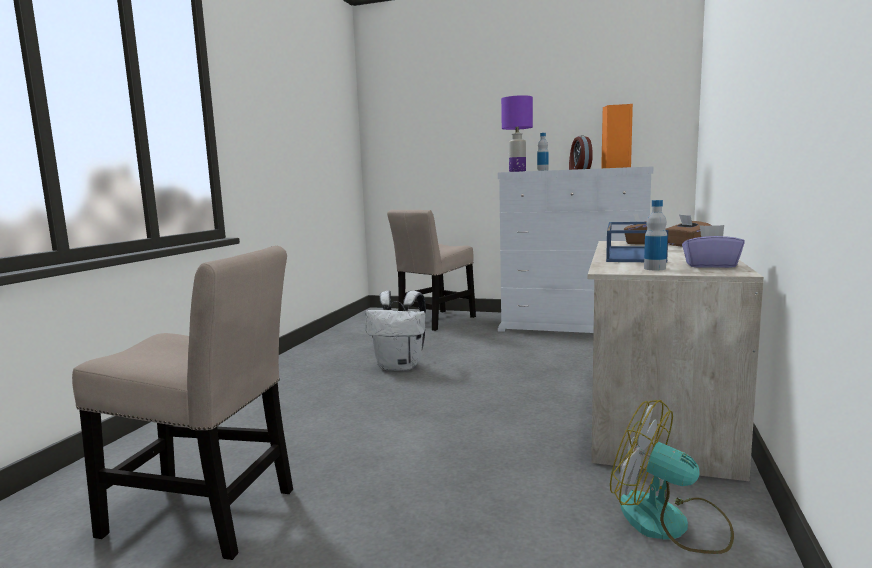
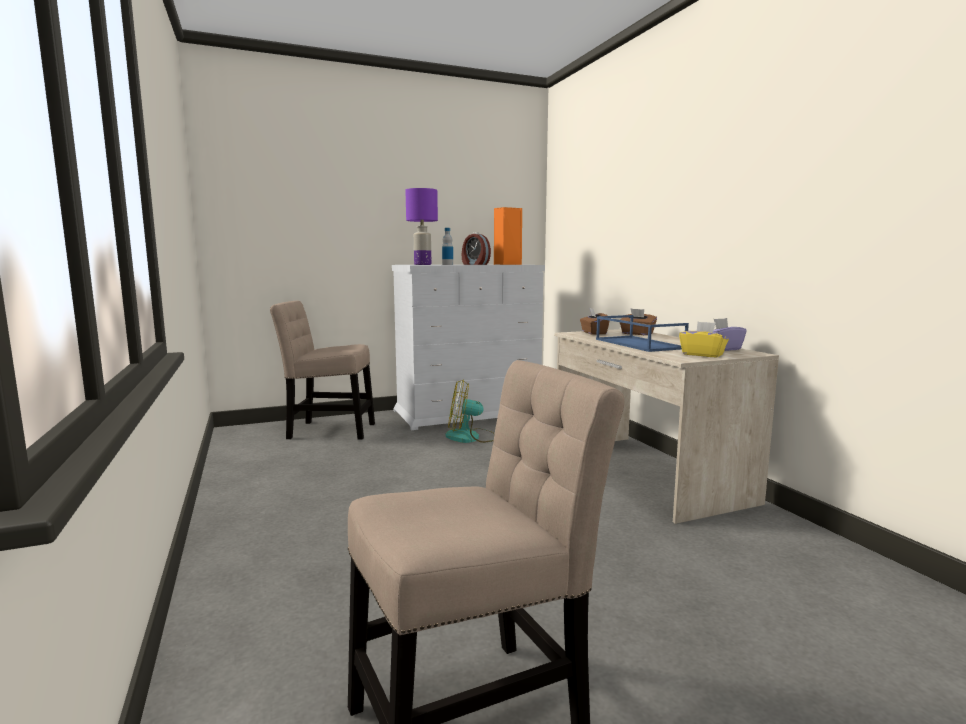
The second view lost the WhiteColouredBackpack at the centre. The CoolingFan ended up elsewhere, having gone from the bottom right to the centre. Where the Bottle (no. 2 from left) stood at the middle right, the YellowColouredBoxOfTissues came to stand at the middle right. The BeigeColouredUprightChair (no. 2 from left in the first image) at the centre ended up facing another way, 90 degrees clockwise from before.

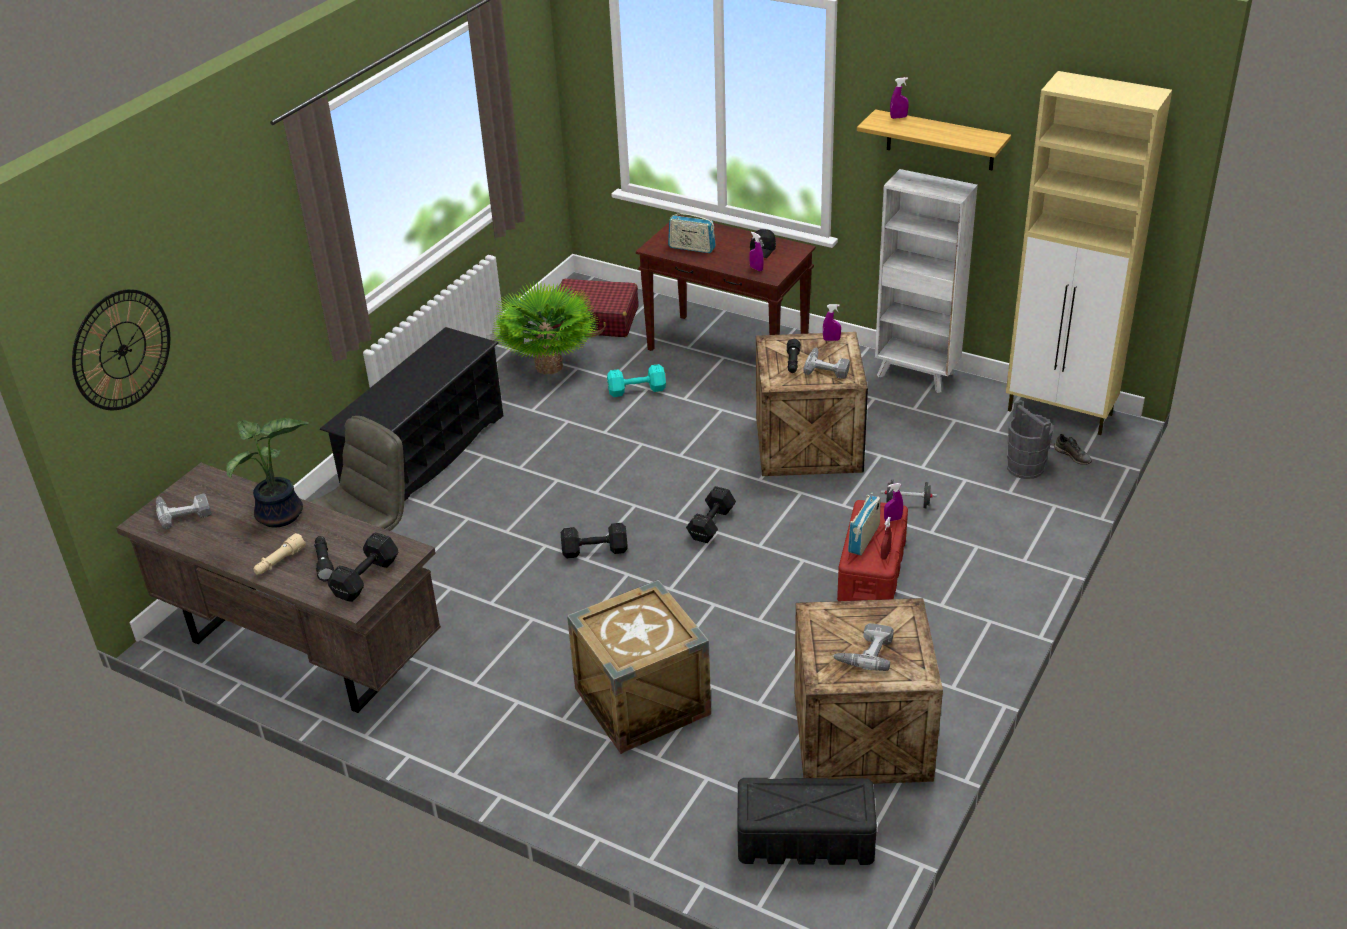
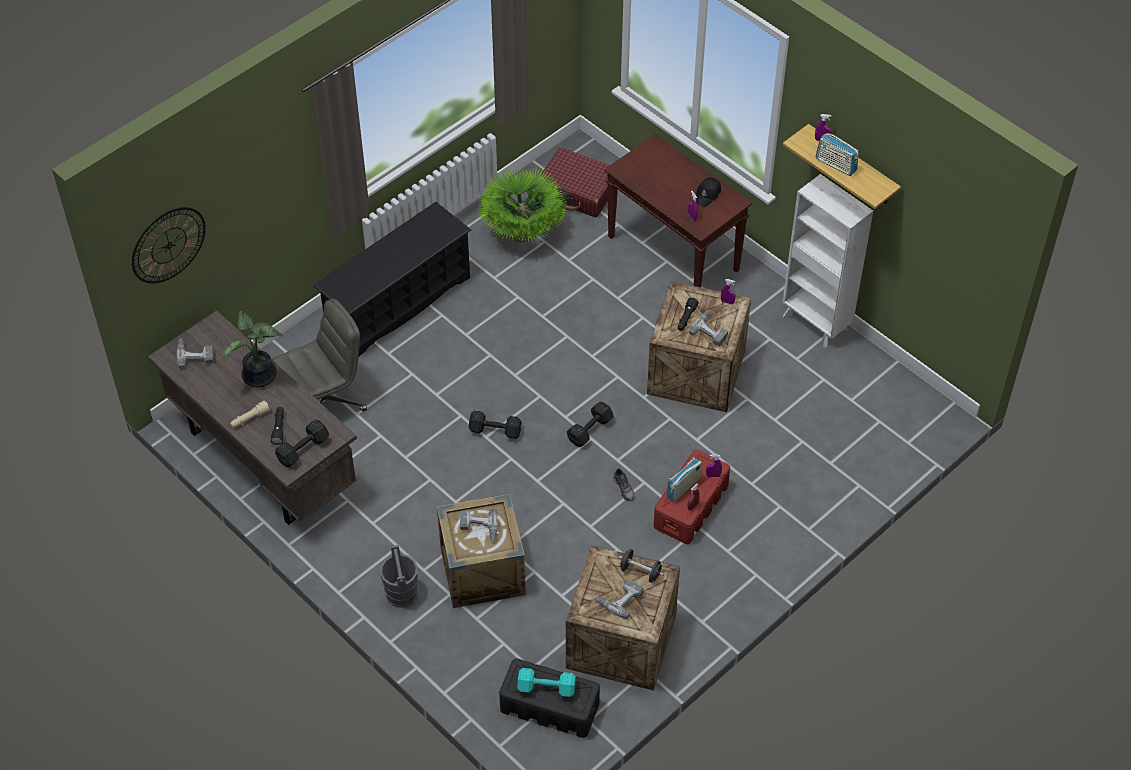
The second view lost the BeigeColouredStorageCabinet at the top right. The second view gained the ElectricDrill (no. 2 from left) at the bottom centre. The TurquoiseHandWeight ended up elsewhere, having gone from the centre to the bottom centre. The Radio (no. 1 from left in the first image) ended up elsewhere, having gone from the top centre to the top right. The BlackHandWeight (no. 4 from left) ended up elsewhere, having gone from the middle right to the bottom centre. The GreyishWaterBucket ended up elsewhere, having gone from the middle right to the bottom centre. The GreyishItemOfFootwear ended up elsewhere, having gone from the middle right to the centre.

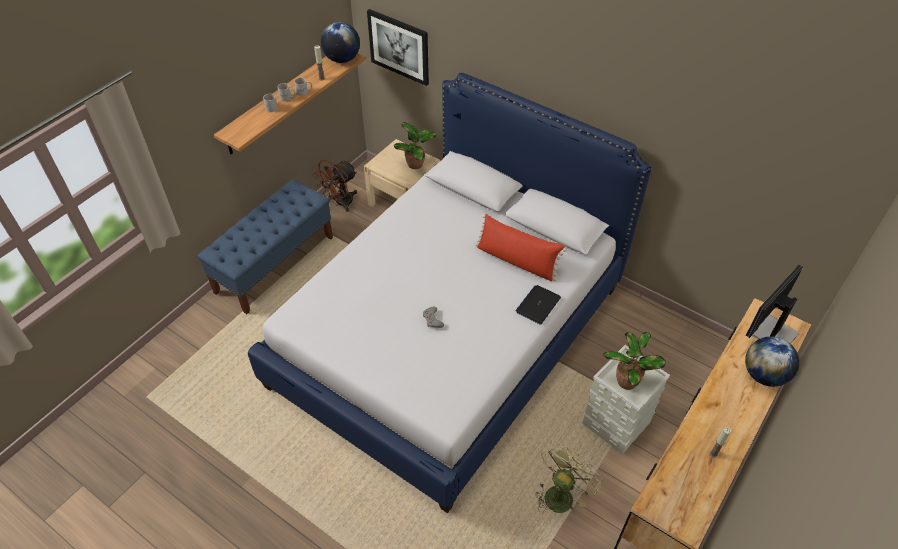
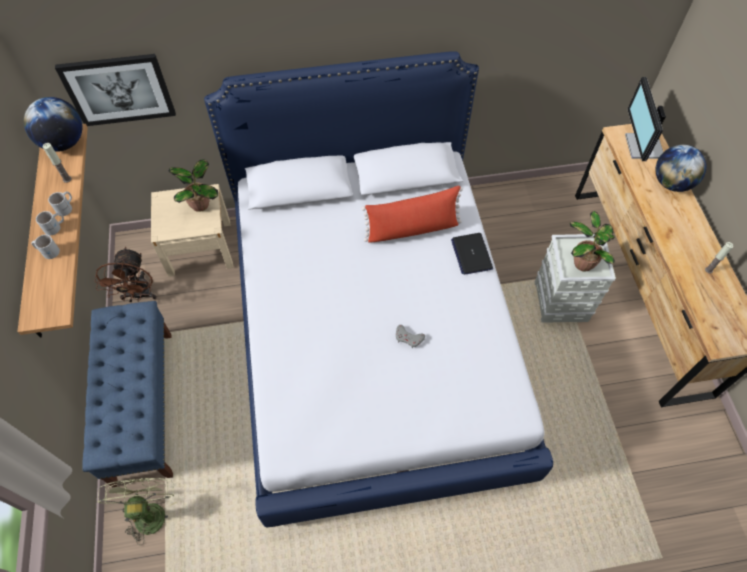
The GreenishCoolingFan ended up elsewhere, having gone from the bottom centre to the bottom left.

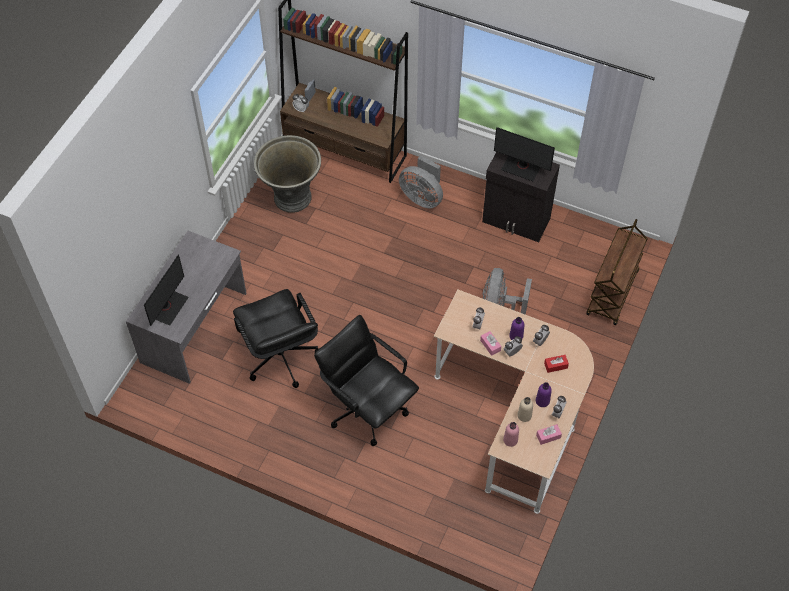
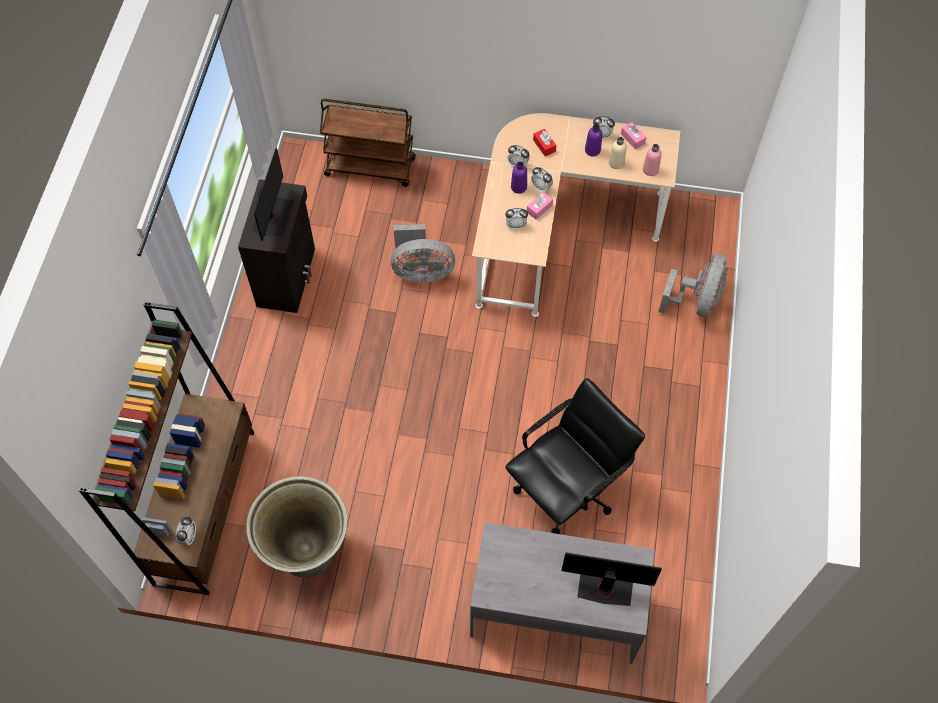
The second view lost the BlackOfficeChair (no. 2 from left) at the centre. The GreyishCoolingFan (no. 1 from left in the first image) ended up elsewhere, having gone from the top centre to the middle right.

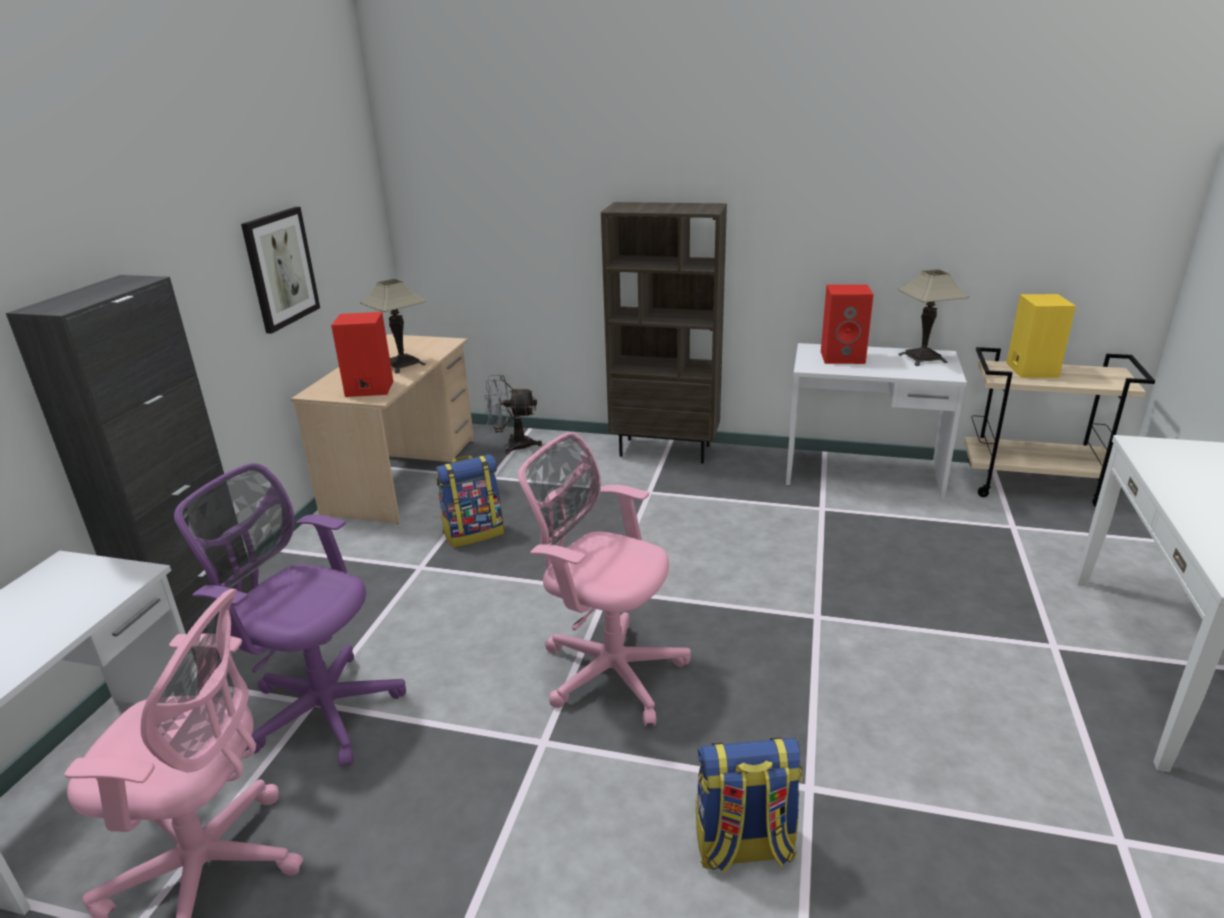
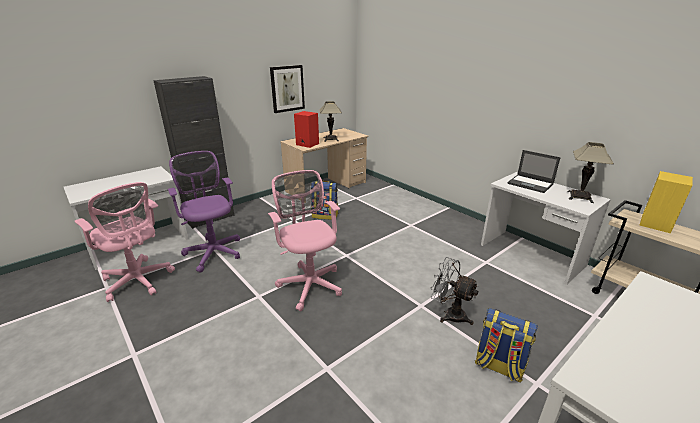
The second view lost the BrownishBookcase at the centre. The GreyishCoolingFan ended up elsewhere, having gone from the centre to the bottom centre. The Backpack (no. 2 from left) ended up elsewhere, having gone from the bottom centre to the bottom right. Where the RedColouredLoudspeaker (no. 2 from left) stood at the middle right, the PortableComputer came to stand at the middle right.

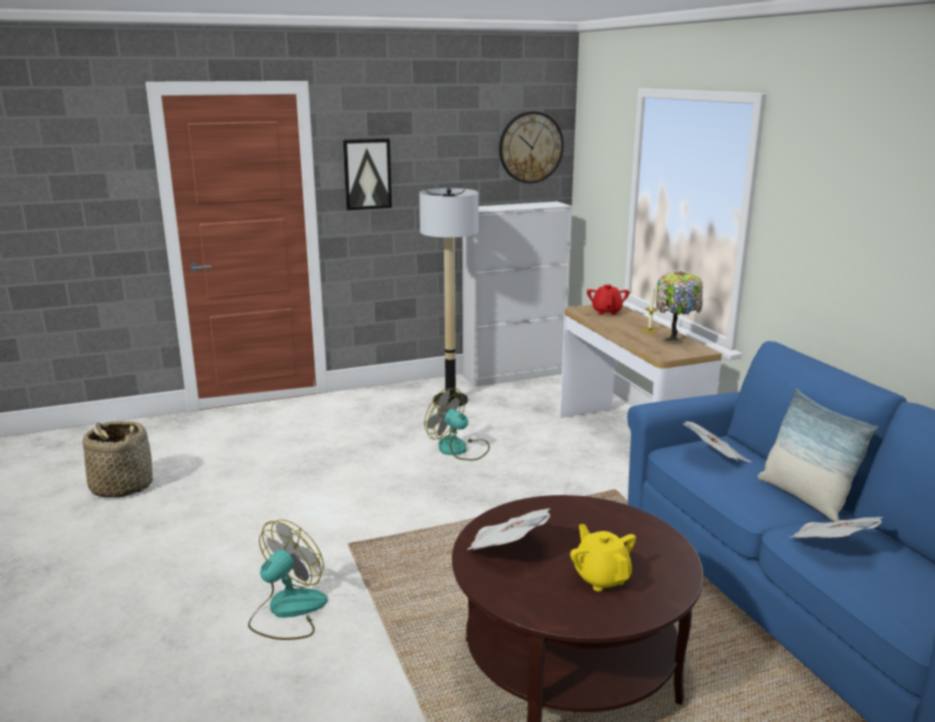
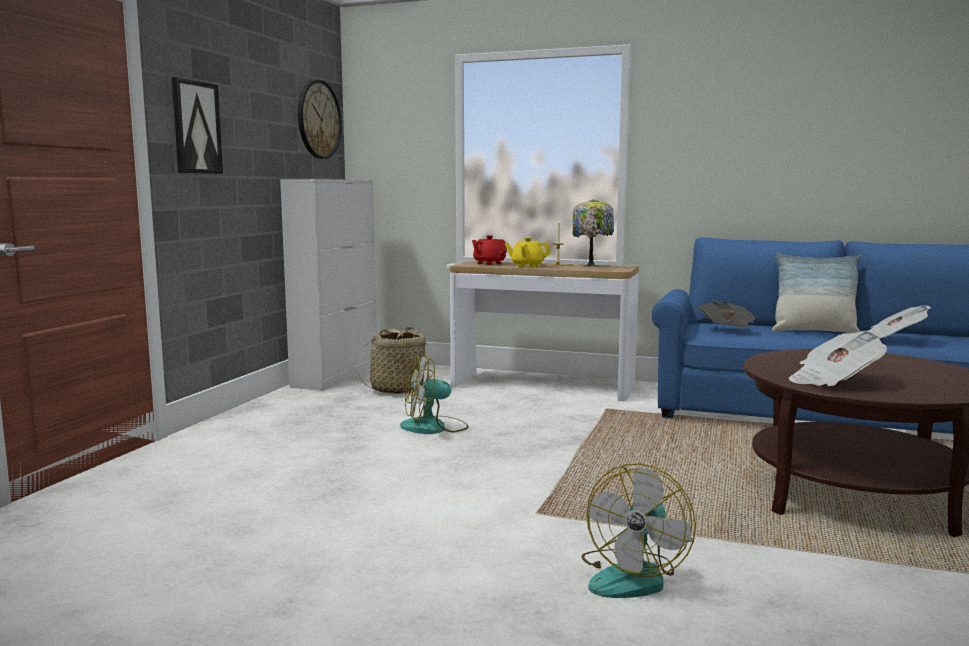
The second view lost the StandingLamp at the centre. The StorageBasket ended up elsewhere, having gone from the middle left to the centre. The YellowColouredTeapot ended up elsewhere, having gone from the bottom centre to the centre. The CoolingFan (no. 1 from left in the first image) at the bottom left ended up facing another way, 135 degrees counterclockwise from before.

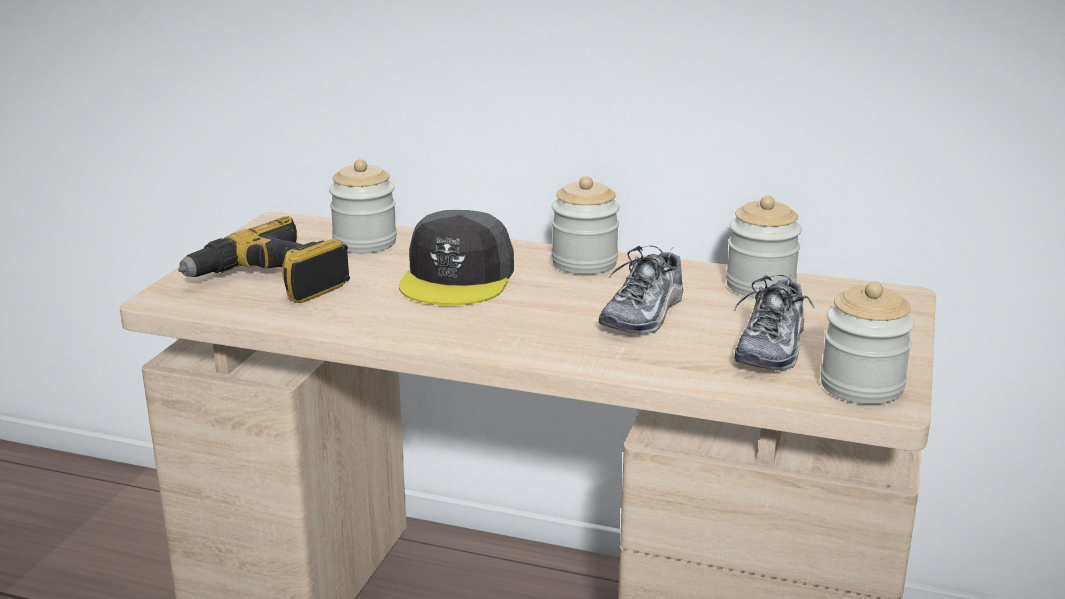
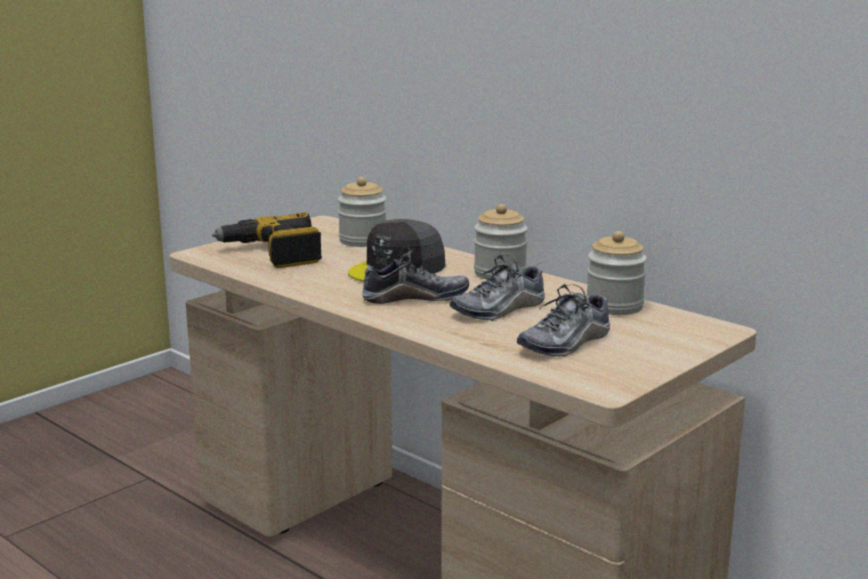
The second view lost the StorageJar (no. 4 from left) at the middle right. The second view gained the ItemOfFootwear (no. 1 from left) at the centre.

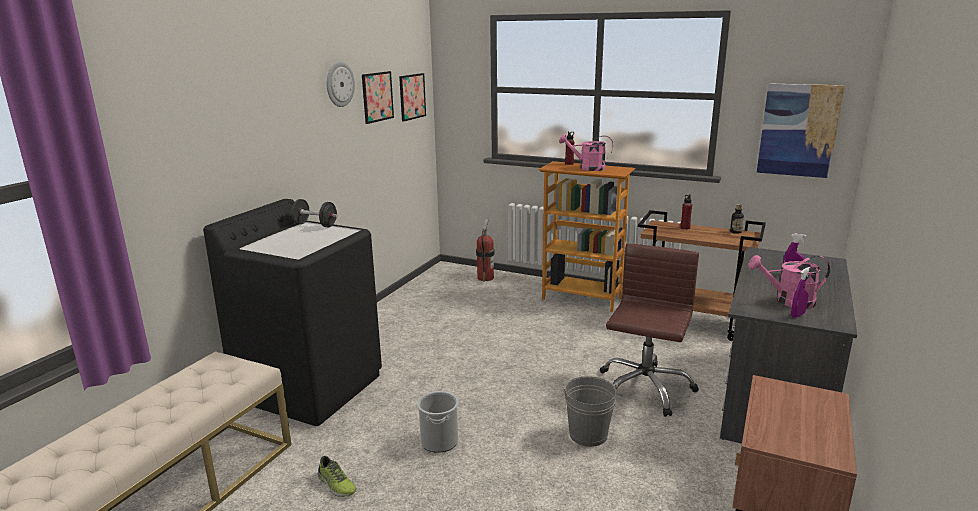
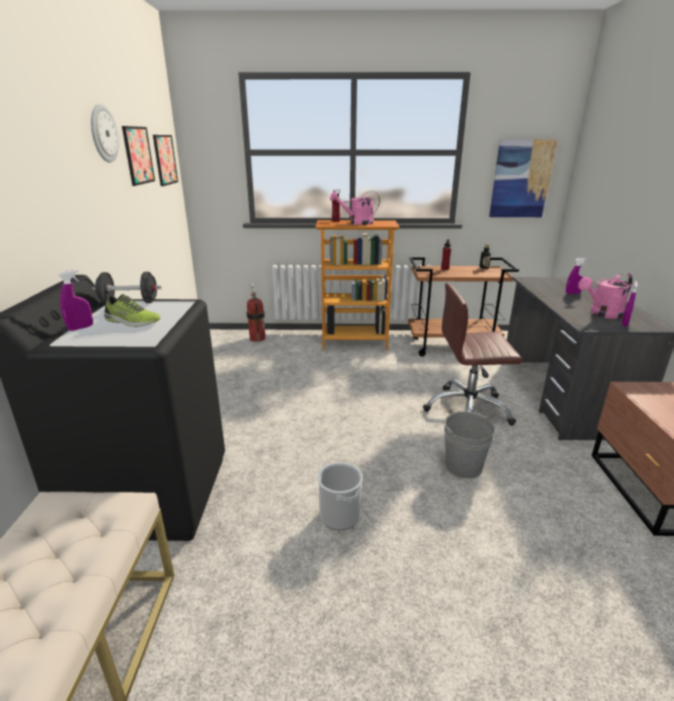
The second view gained the PurpleColouredHandSprayer (no. 1 from left) at the middle left. The ItemOfFootwear ended up elsewhere, having gone from the bottom centre to the middle left. The BrownishOfficeChair at the centre ended up facing another way, 90 degrees counterclockwise from before.

